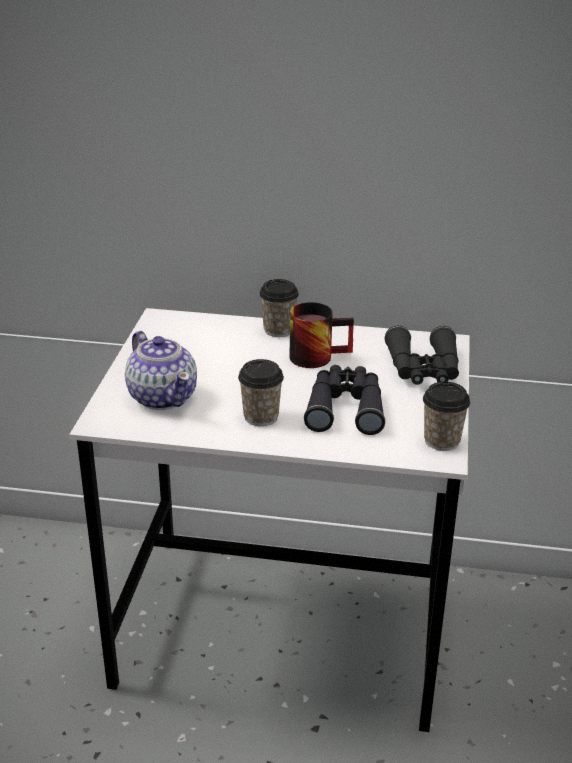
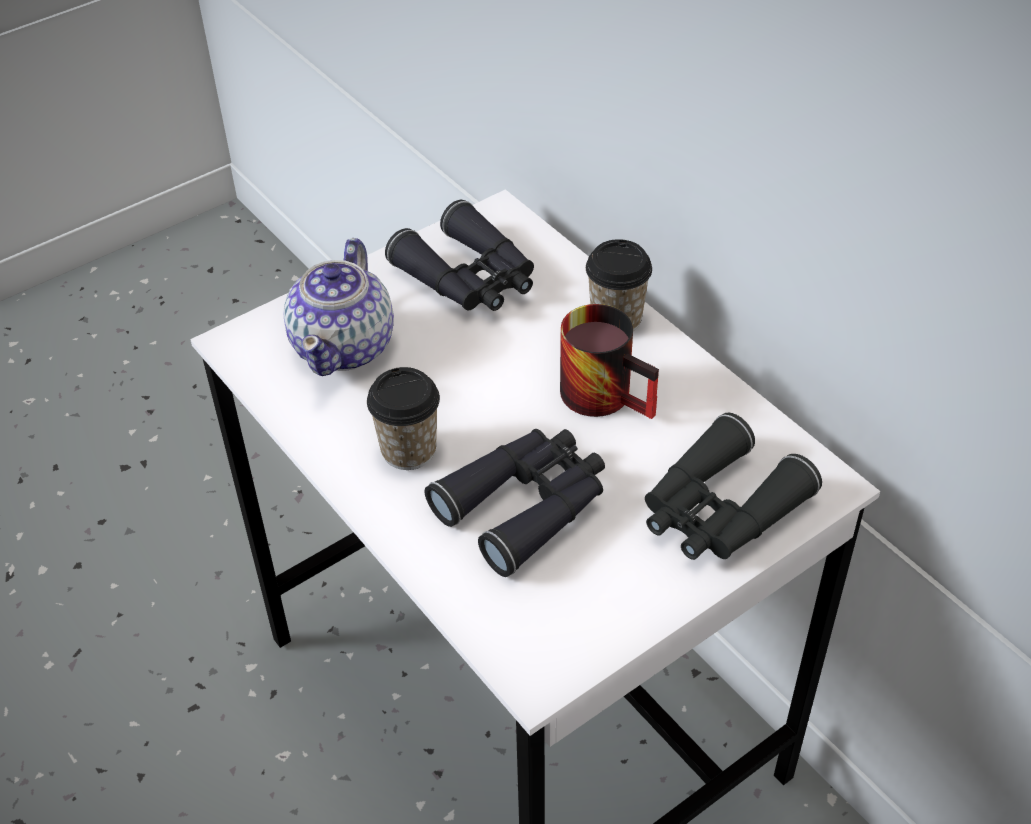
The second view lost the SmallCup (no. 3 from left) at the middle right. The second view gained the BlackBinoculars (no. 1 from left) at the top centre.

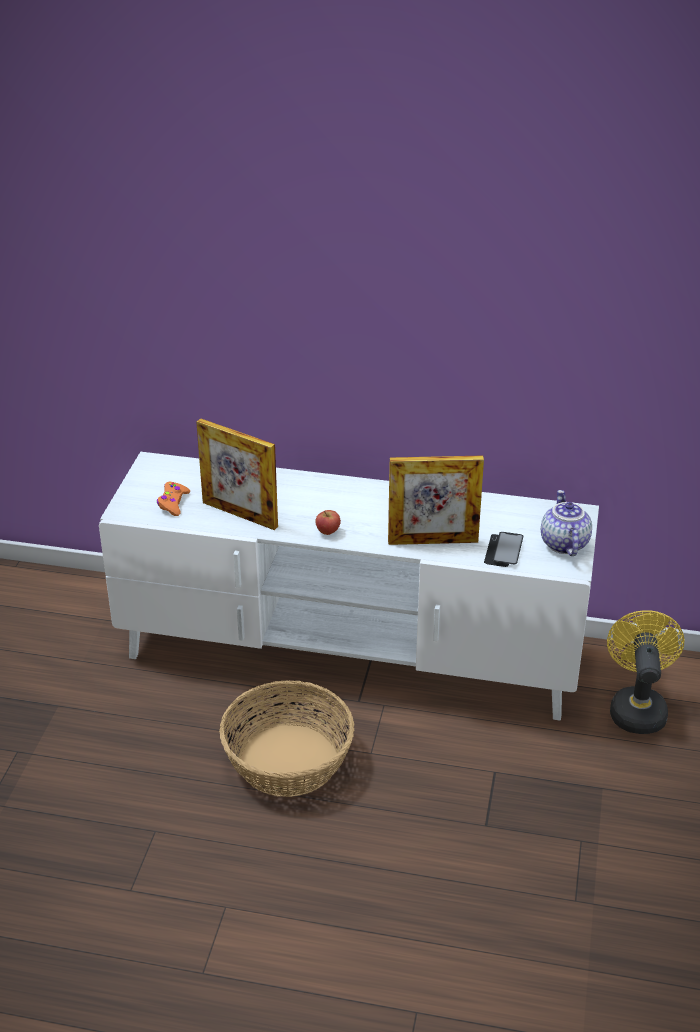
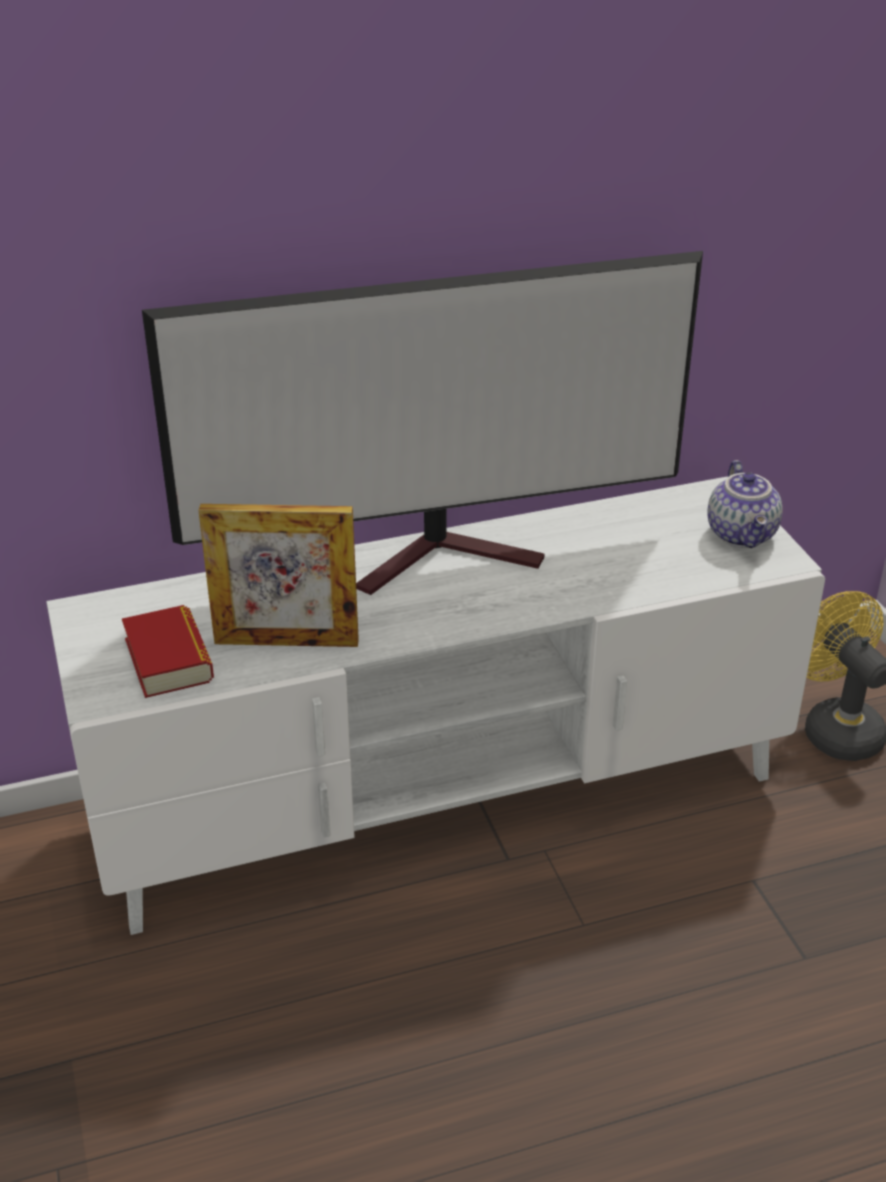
The second view lost the StorageBasket at the bottom centre. The second view lost the AppleFruit at the centre. The second view lost the PhotoFrame (no. 2 from left) at the centre. The second view lost the Telephone at the middle right. The second view gained the Tv at the centre. Where the OrangeyGamepad stood at the middle left, the Book came to stand at the middle left. The Teapot at the middle right ended up facing another way, 150 degrees counterclockwise from before.

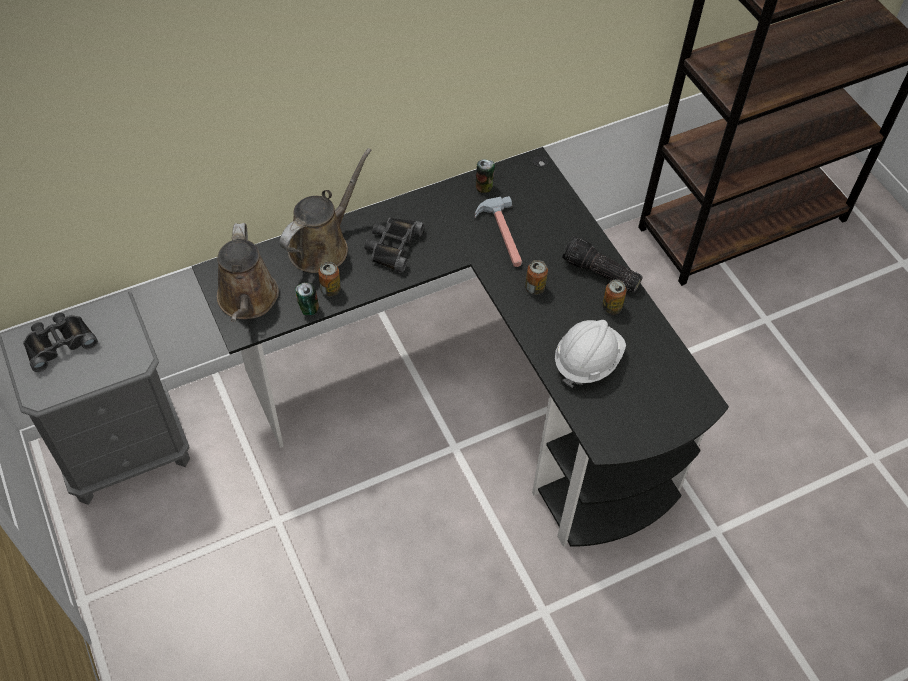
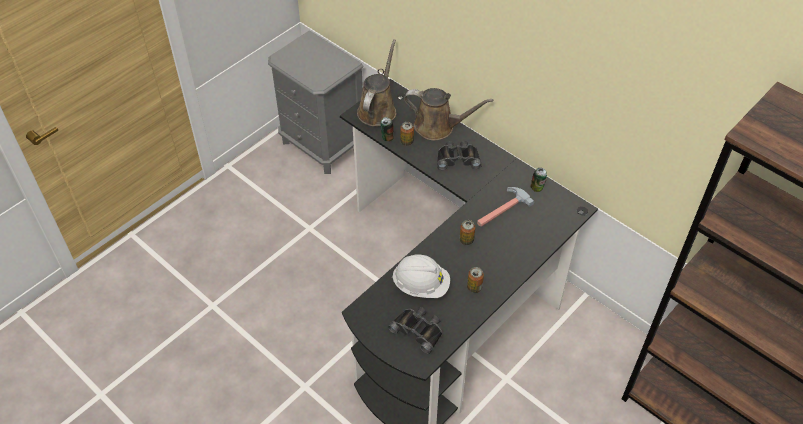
The second view lost the Torch at the centre. The BlackBinoculars (no. 1 from left) ended up elsewhere, having gone from the middle left to the bottom centre. The BrownishWateringCan (no. 1 from left) at the middle left ended up facing another way, 135 degrees clockwise from before.

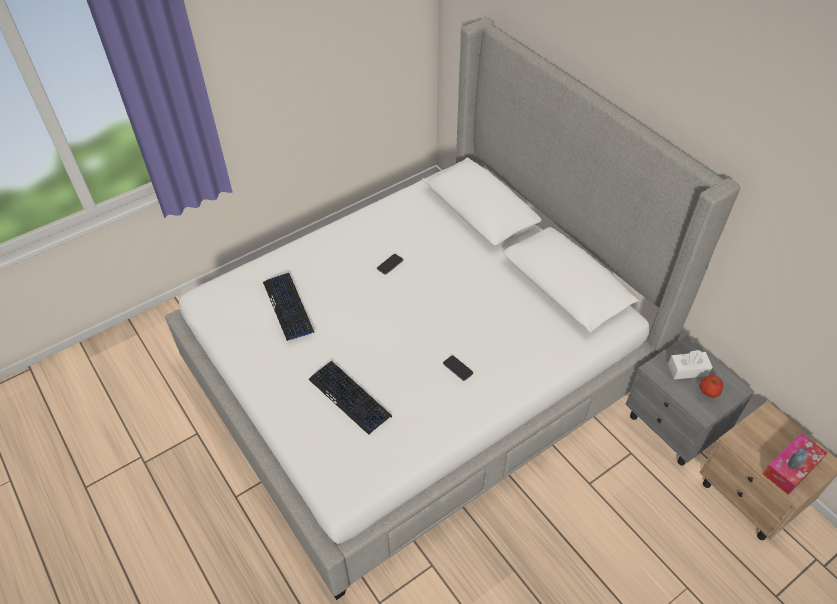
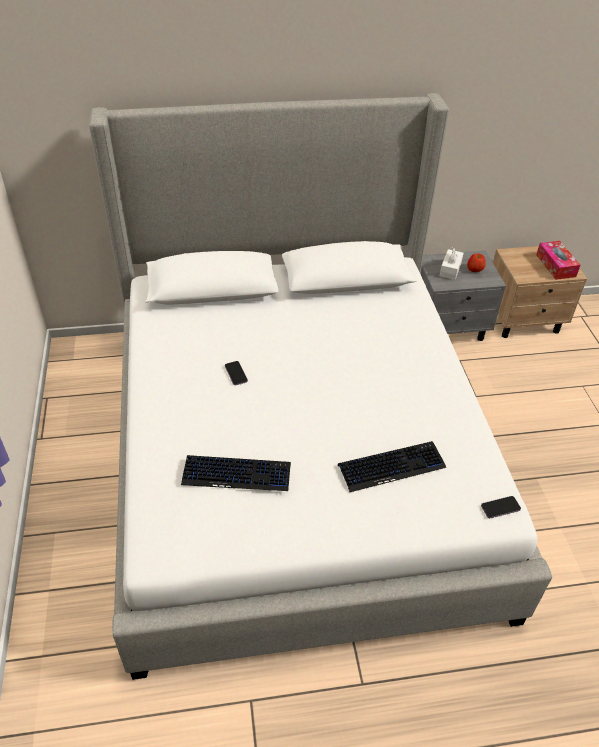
The Telephone (no. 2 from left) ended up elsewhere, having gone from the centre to the bottom right.

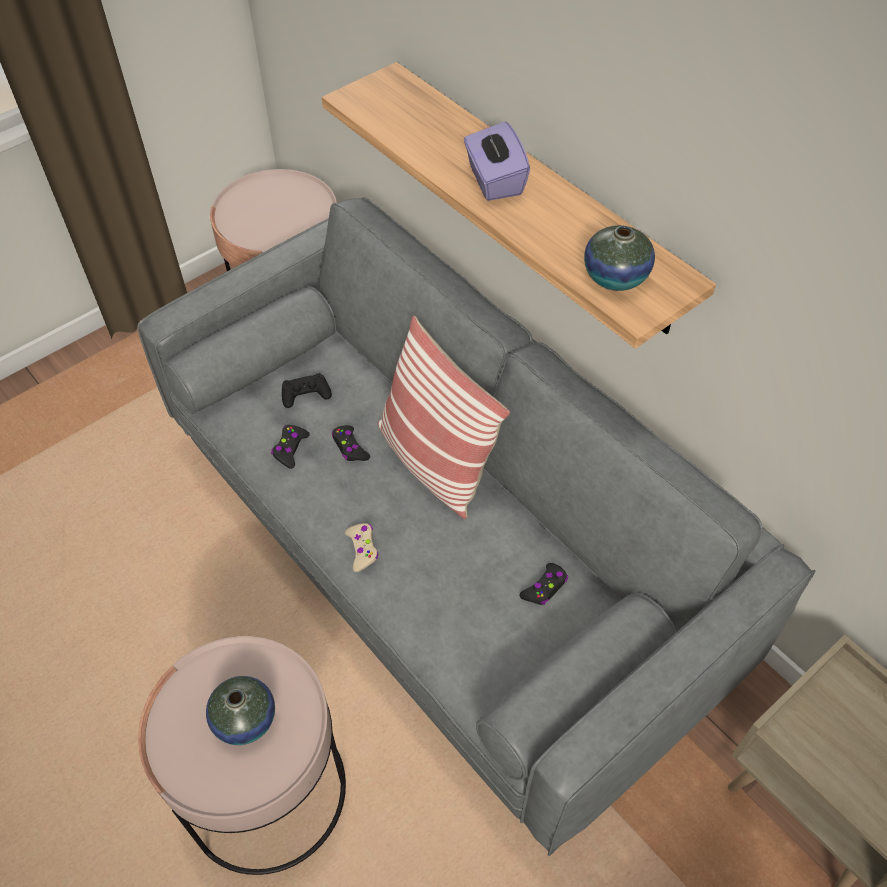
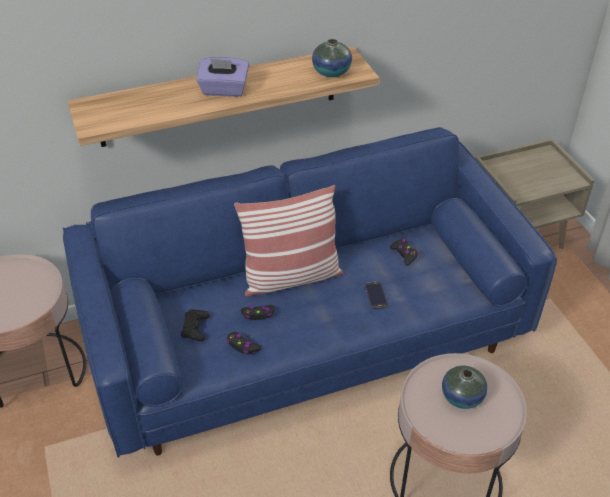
The second view lost the BeigeColouredGamepad at the centre. The second view gained the Telephone at the centre. What was the GreyishSofa at the centre turned into the BluishSofa at the centre.

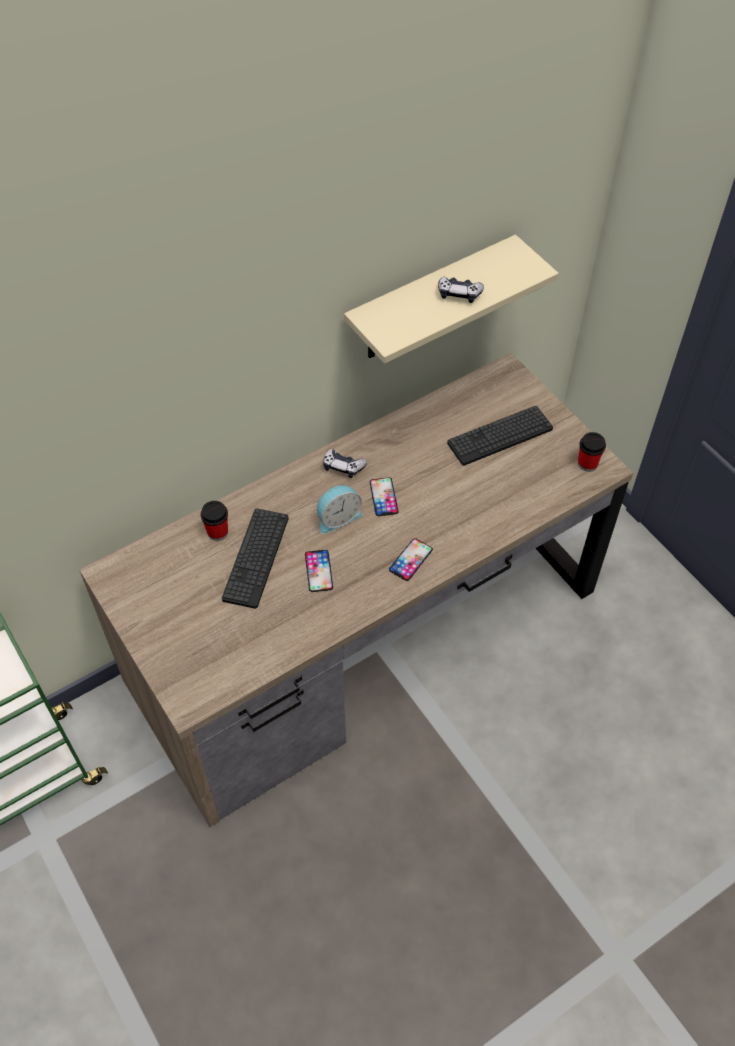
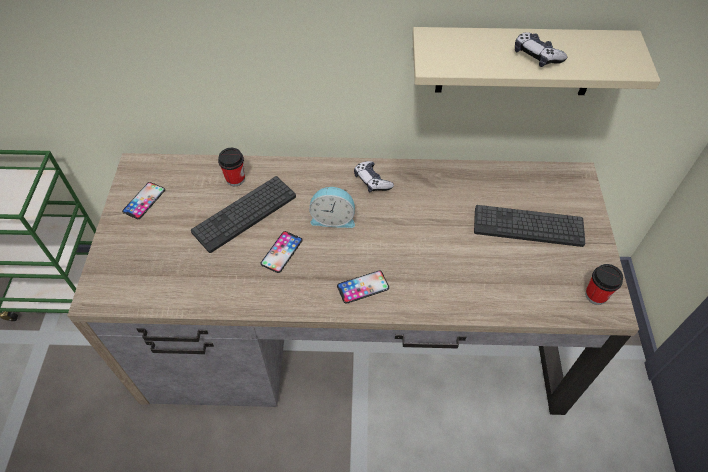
The Telephone (no. 2 from left in the first image) ended up elsewhere, having gone from the centre to the middle left.

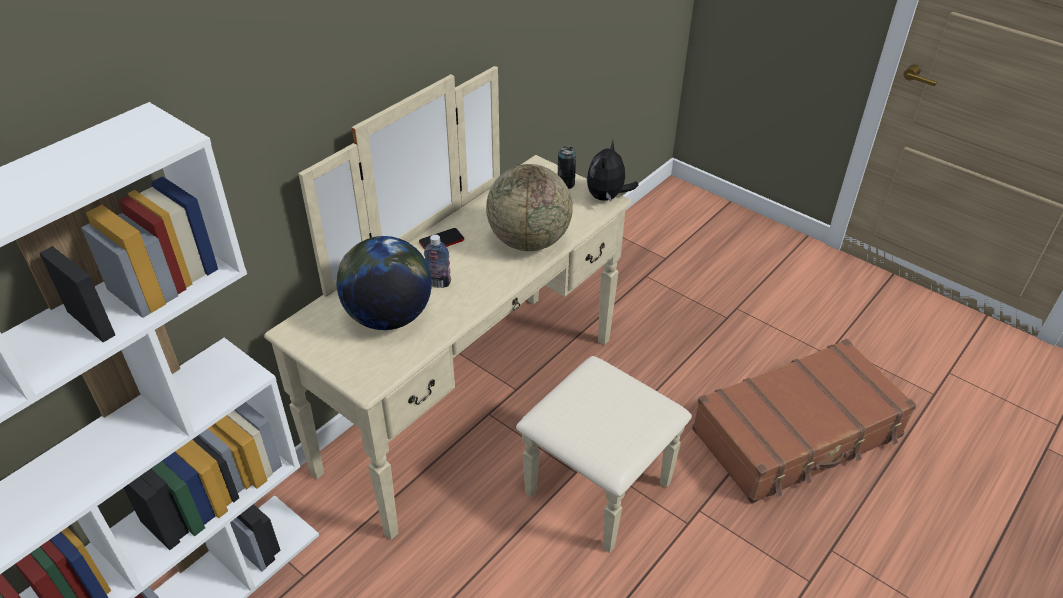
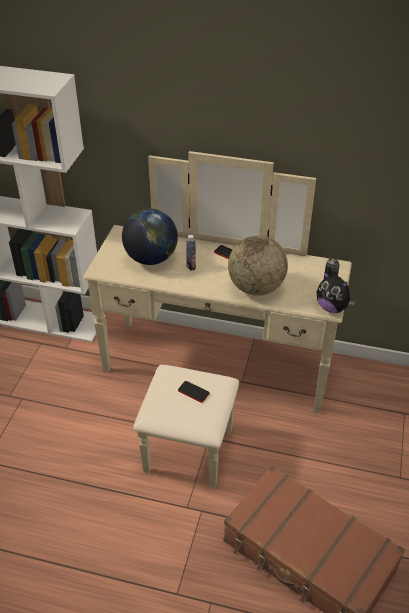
The second view gained the Telephone (no. 1 from left) at the centre. The PlushToy at the top centre ended up facing another way, 135 degrees counterclockwise from before.

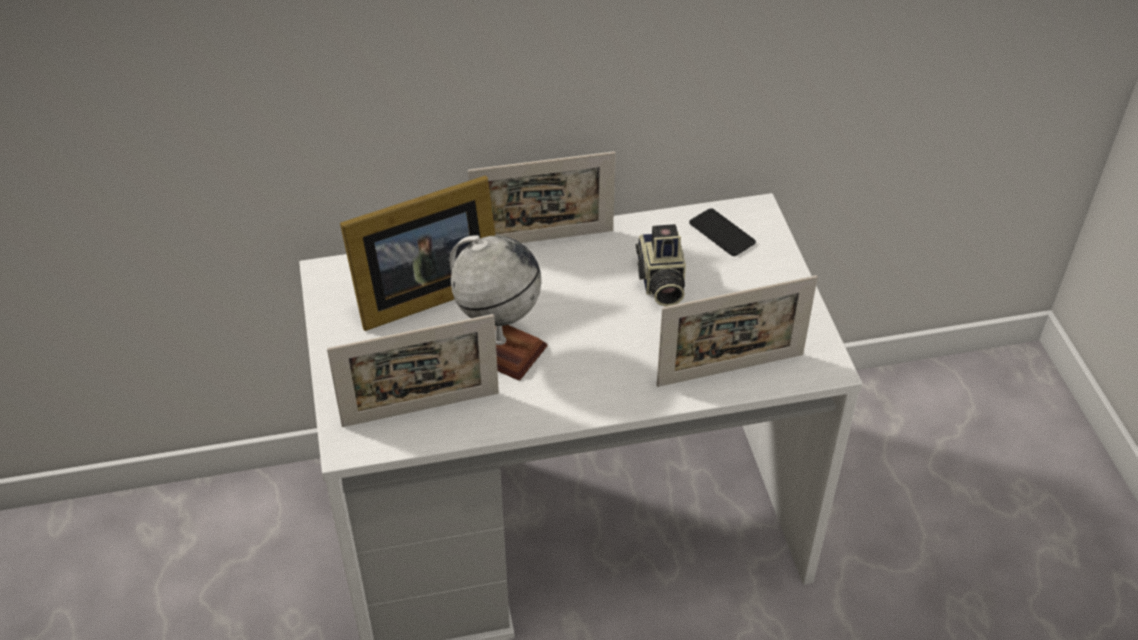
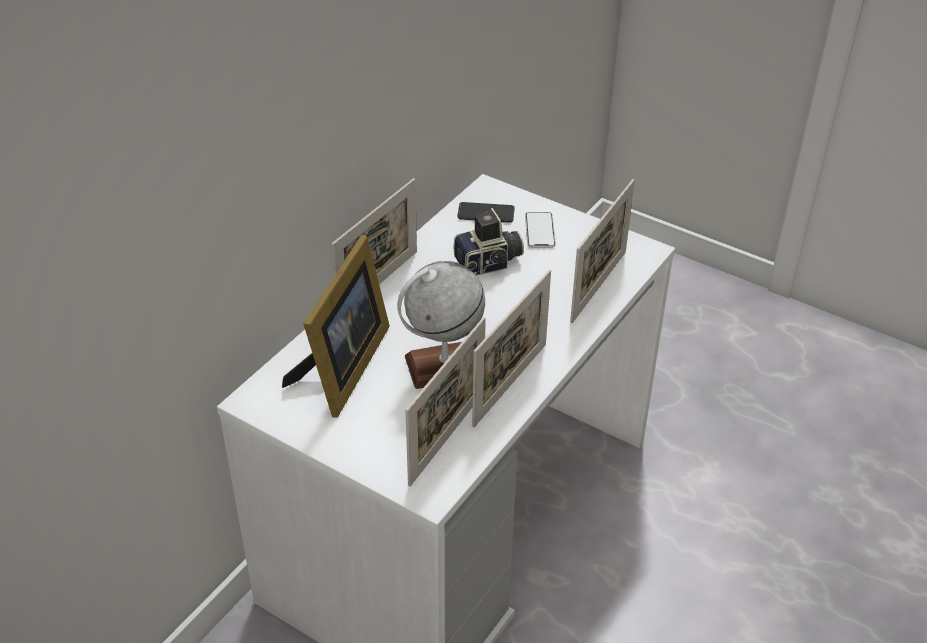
The second view gained the PhotoFrame (no. 4 from left) at the centre. The second view gained the Telephone (no. 2 from left) at the centre. The PhotoCamera at the centre ended up facing another way, 60 degrees counterclockwise from before.

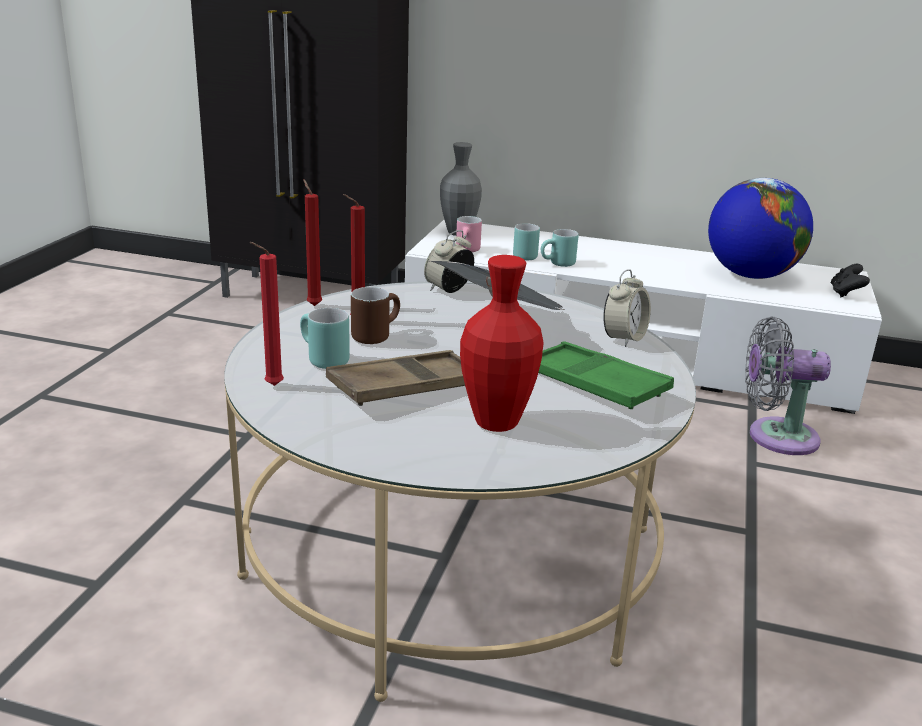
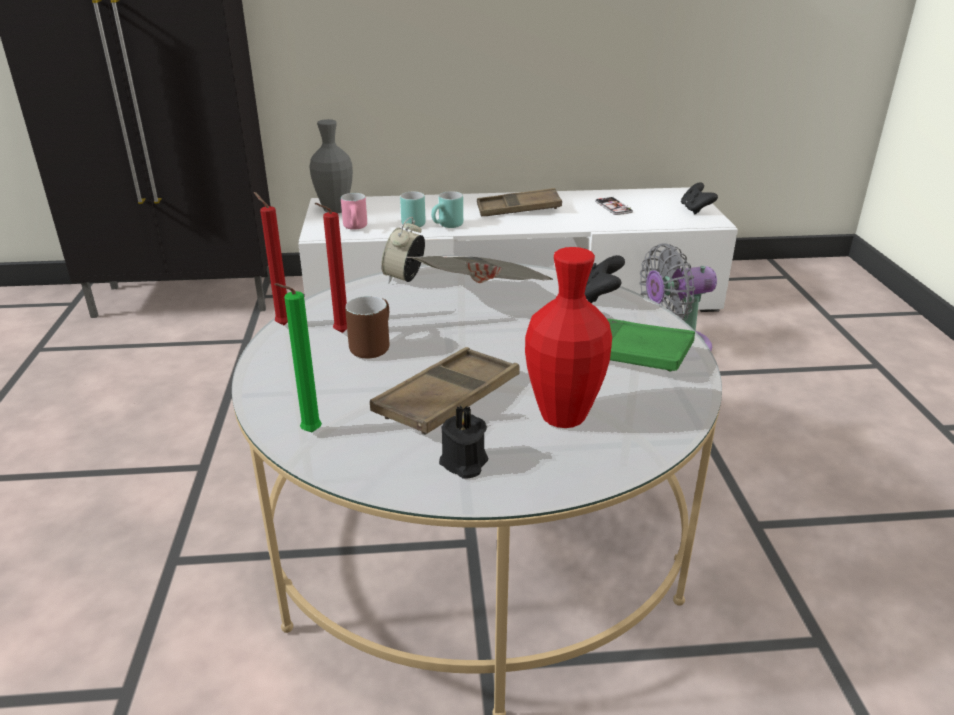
The second view lost the TurquoiseMug (no. 1 from left) at the centre. The second view gained the BlackWaxCandle at the centre. The second view gained the BrownishCarryingTray (no. 2 from left) at the top centre. Where the AlarmClock (no. 2 from left) stood at the middle right, the BlackGamepad (no. 1 from left) came to stand at the centre. Where the WorldGlobe stood at the top right, the Telephone came to stand at the top centre. What was the RedColouredWaxCandle (no. 1 from left) at the middle left turned into the GreenishWaxCandle at the middle left.

